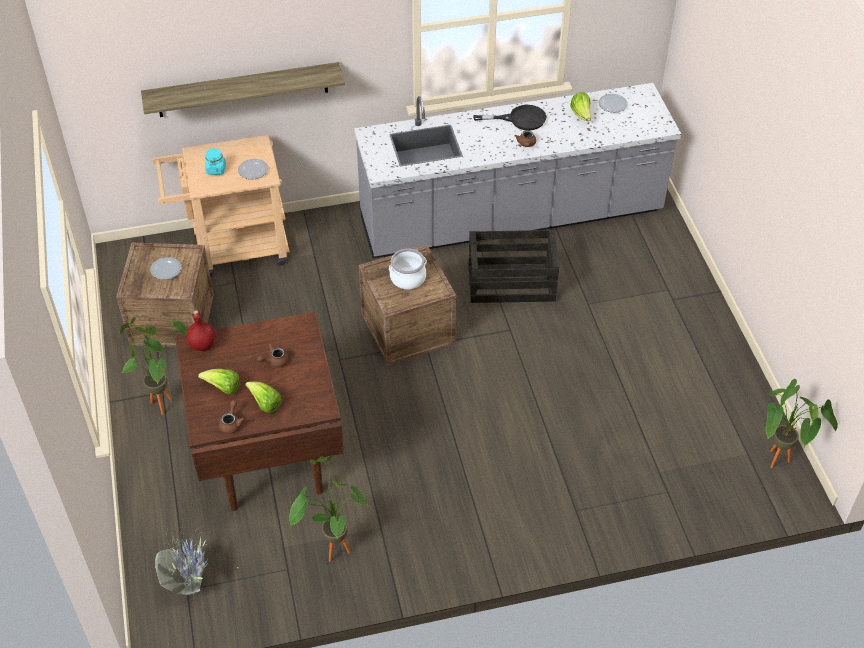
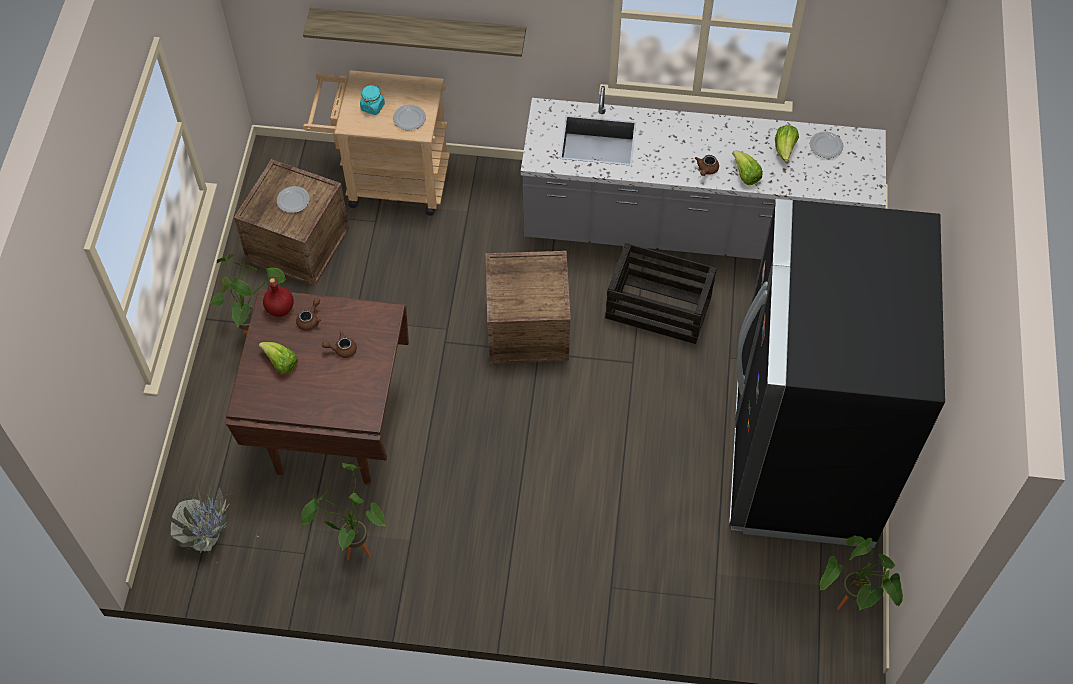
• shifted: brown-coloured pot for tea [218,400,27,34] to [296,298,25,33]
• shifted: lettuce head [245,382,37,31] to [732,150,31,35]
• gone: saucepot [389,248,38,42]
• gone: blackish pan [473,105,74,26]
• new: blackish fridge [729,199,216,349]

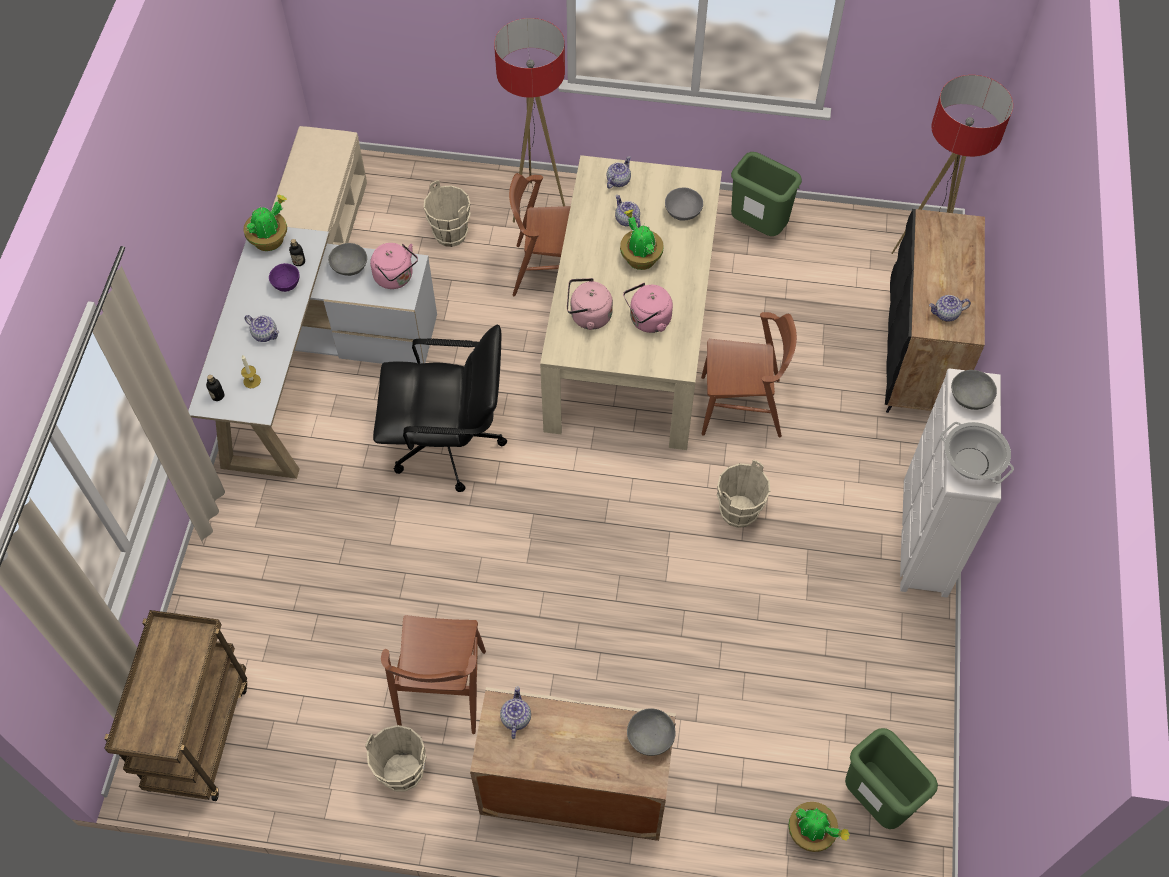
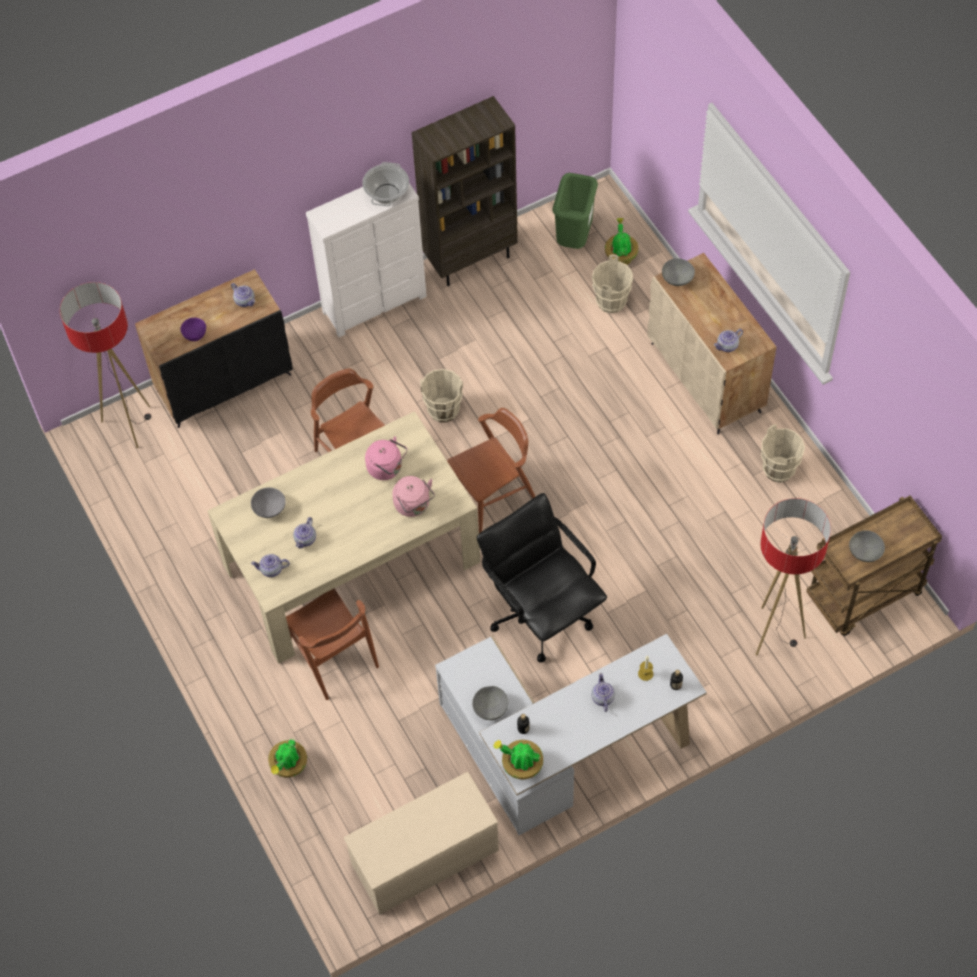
• shifted: purplish deep dish [269,263,30,29] to [181,318,25,23]
• gone: pink-coloured tea kettle [370,243,48,46]
• shifted: brown-coloured plain chair [381,615,105,119] to [447,408,88,125]
• shifted: beige-coloured pail [424,180,47,67] to [592,255,41,58]
• shifted: standard lamp [494,18,71,205] to [756,498,75,157]
• shifted: plant in a pot [620,209,44,61] to [268,739,39,38]
• gone: green-coloured trash can [731,152,71,84]
• shifted: grey deep dish [951,370,46,40] to [849,530,36,32]
• new: brown-coloured bookcase [412,96,106,190]

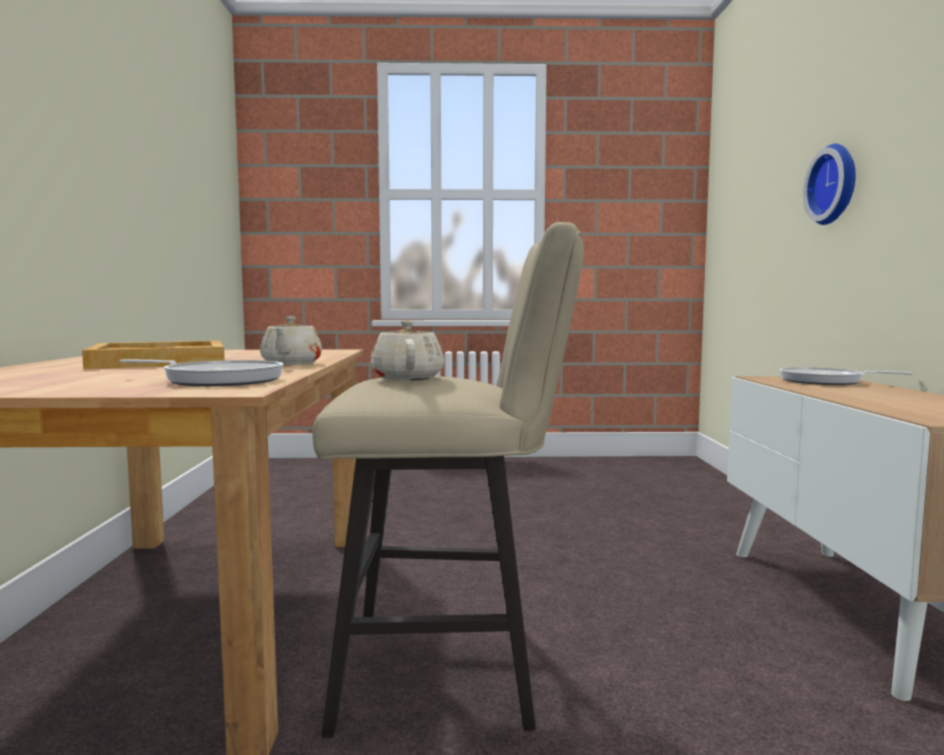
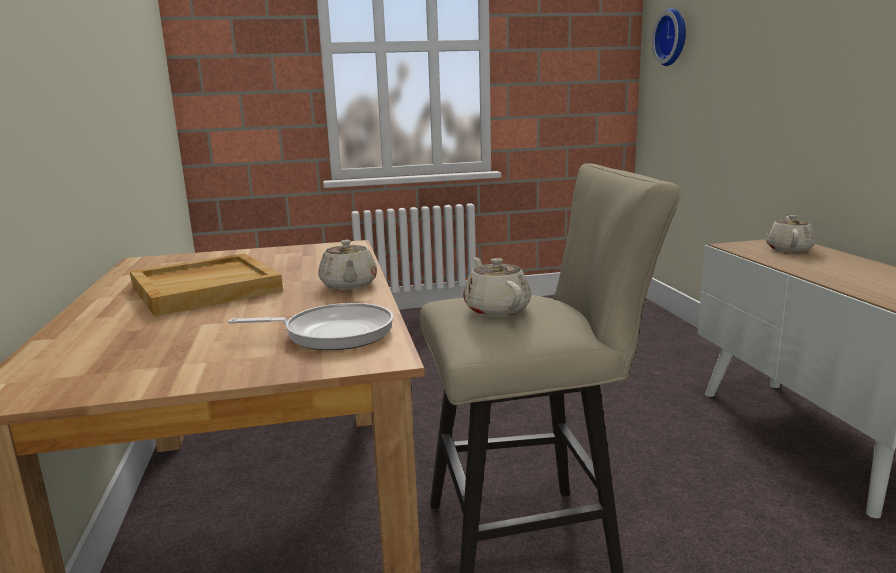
• swapped: pan [780,367,134,18] to beige-coloured pot for tea [766,215,50,38]
• shifted: wall clock [803,144,53,81] to [652,8,34,58]

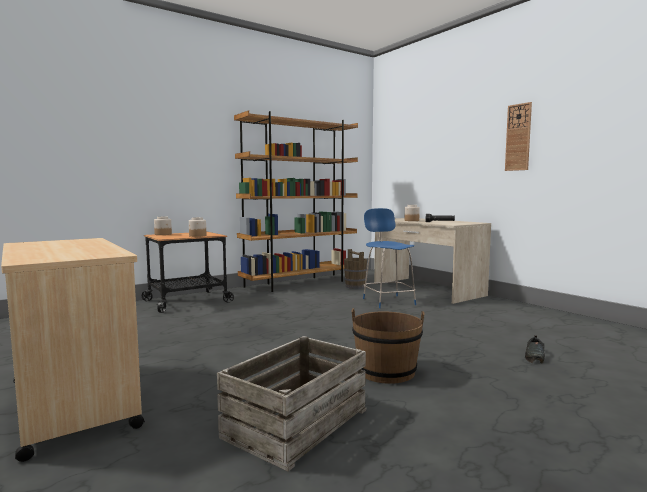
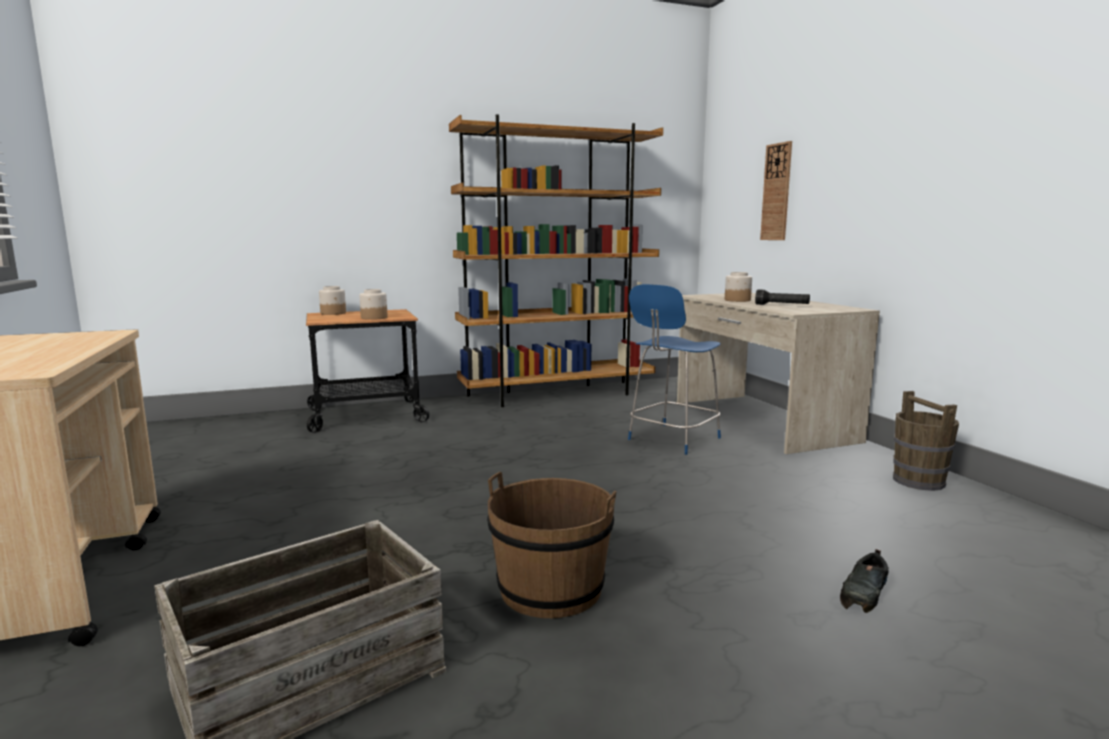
• shifted: brown-coloured pail [344,249,23,40] to [893,391,66,100]
• rotated: blue plain chair [363,208,53,100] = [628,284,93,171] 135 degrees counterclockwise
• shifted: wall clock [505,102,27,69] to [760,141,32,99]

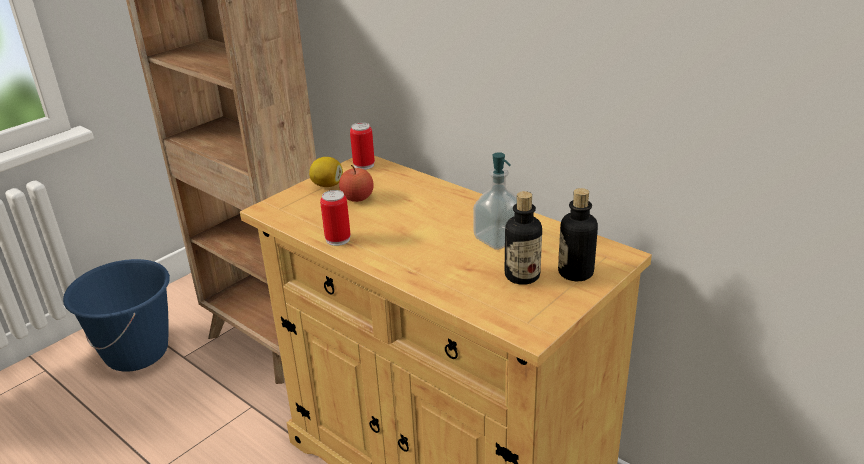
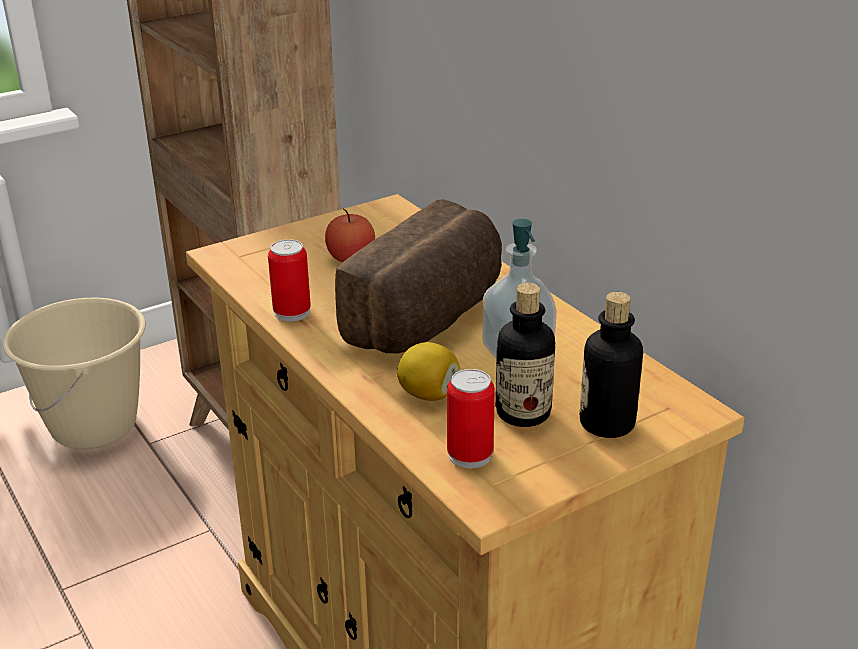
• repainted: blue pail [63,259,107,113] to beige-coloured pail [3,298,143,151]
• shifted: whole lemon [309,157,34,30] to [397,342,63,59]
• shifted: metal can [350,122,25,48] to [447,369,48,99]
• new: baked bread [335,199,167,155]

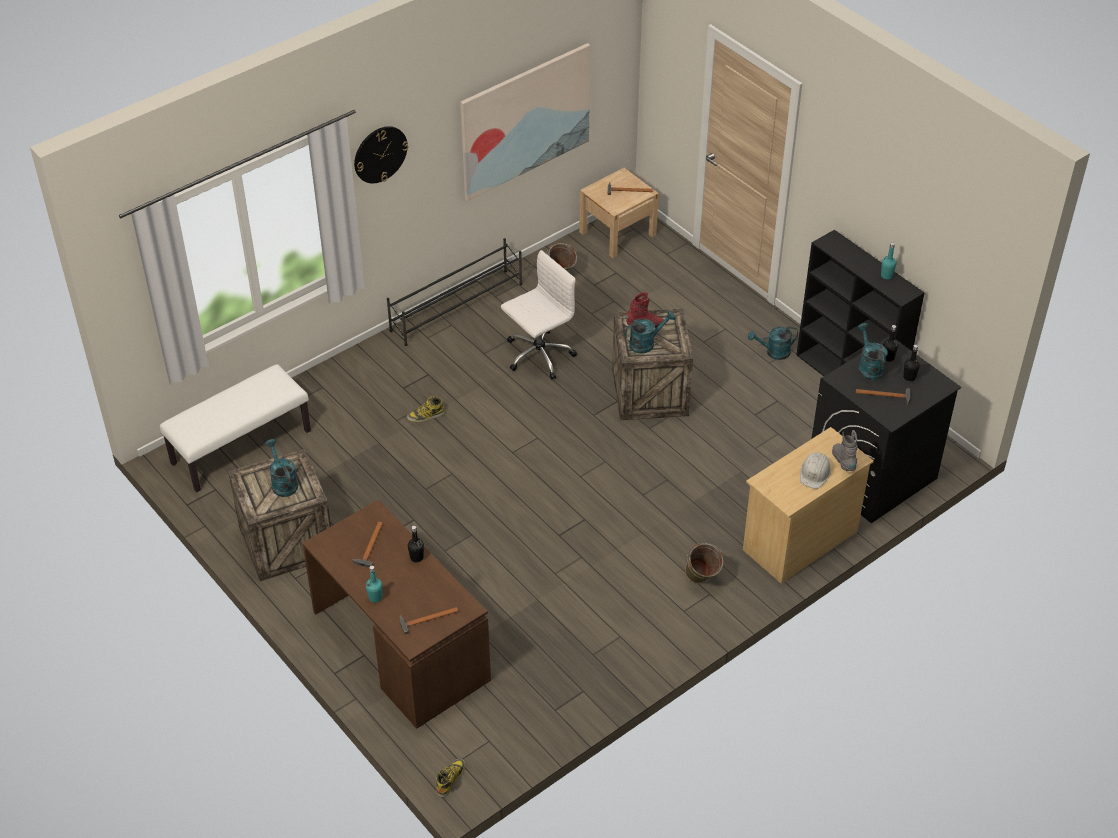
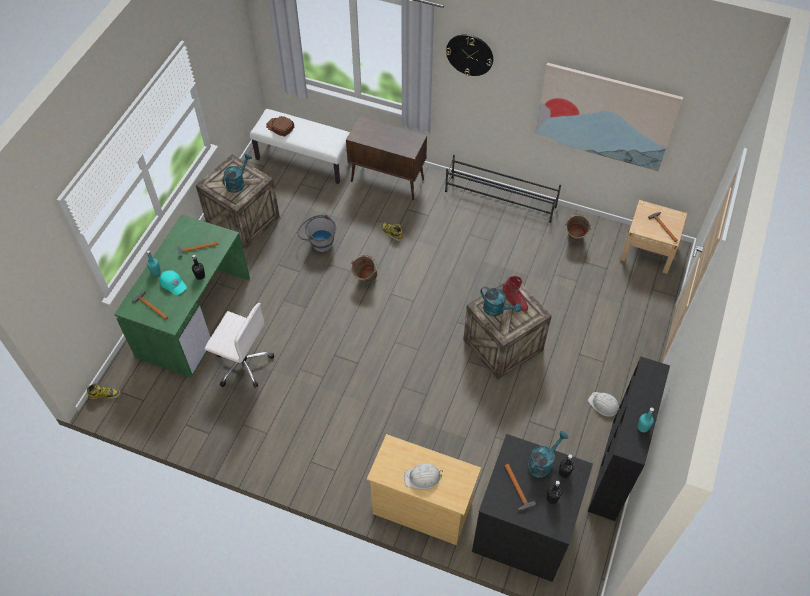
• repainted: brown-coloured desk table [302,500,189,229] to green-coloured desk table [114,215,136,163]
• shifted: white desk chair [501,250,76,130] to [204,303,70,85]
• shifted: green-coloured pail [685,543,38,40] to [351,255,26,28]
• swapped: turquoise-coloured watering can [748,326,50,34] to white work helmet [588,392,31,25]
• gone: grey high-top boot [832,430,26,41]
• new: turquoise-coloured baseball cap [159,270,28,25]
• new: brown-coloured baseball cap [266,116,28,21]
• new: grey pail [298,215,38,37]
• new: brown-coloured storage cabinet [346,117,81,83]

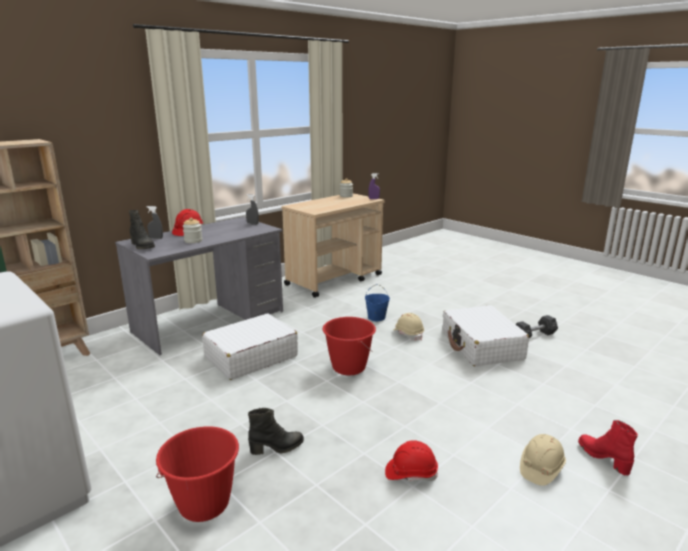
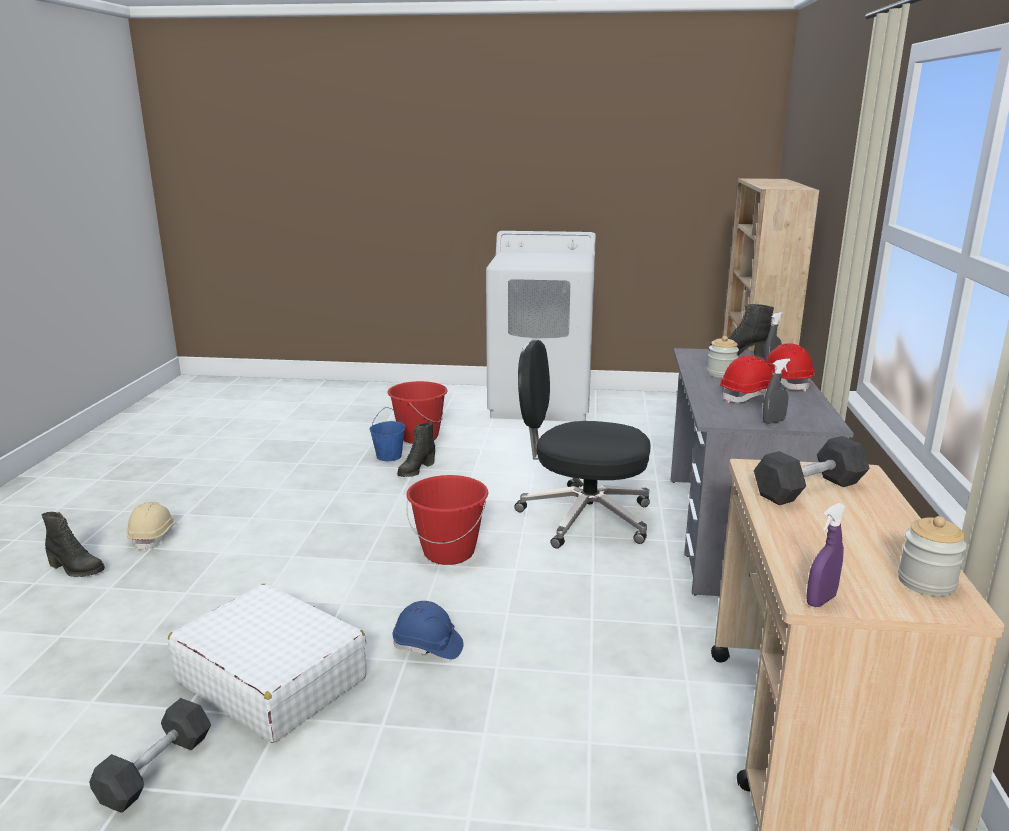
• swapped: white travel case [202,313,96,67] to blackish desk chair [514,340,137,209]
• shifted: blue pail [365,284,25,37] to [370,407,35,54]
• shifted: reddish work helmet [385,440,53,41] to [720,355,53,48]
• repainted: beige-coloured work helmet [393,313,31,27] to blue work helmet [393,601,71,58]
• repainted: reddish high-top boot [578,420,60,55] to blackish high-top boot [42,512,63,65]
• new: blackish free weight [754,436,116,69]

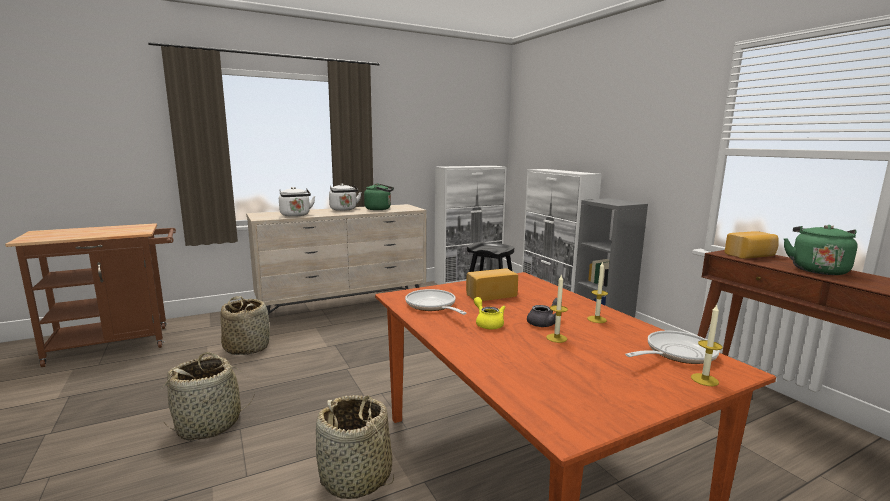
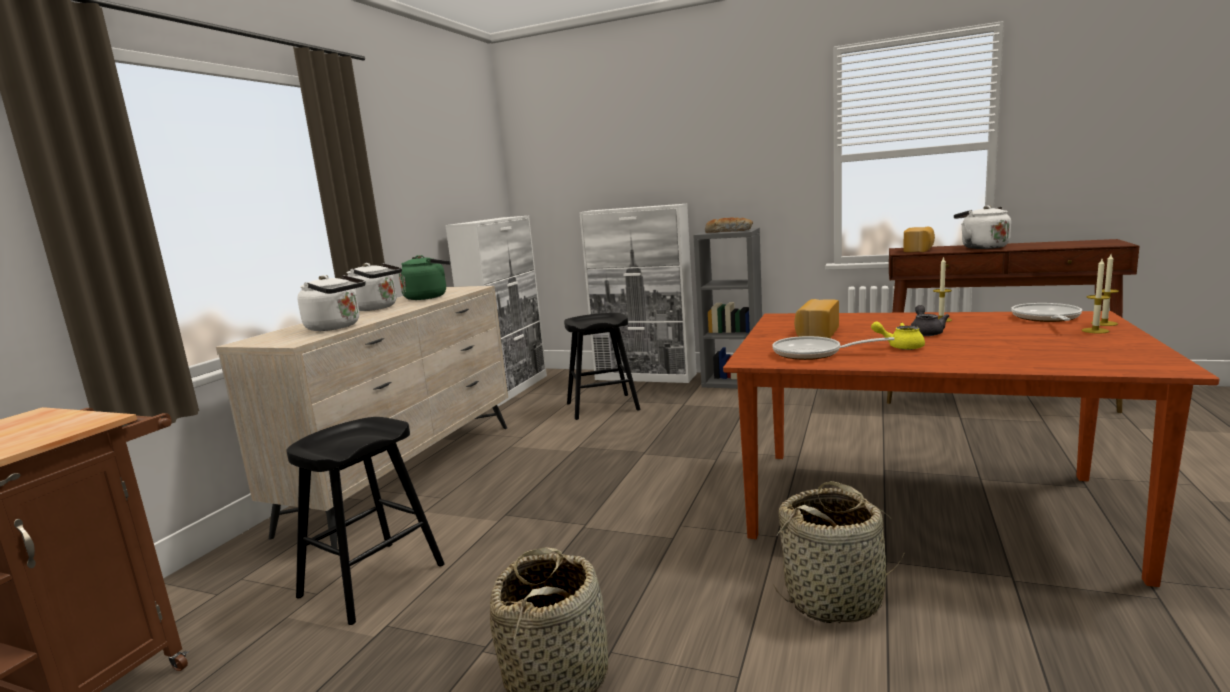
• swapped: storage basket [220,296,50,59] to blackish stool [286,417,159,208]
• shifted: wax candle [546,275,22,68] to [1082,259,29,75]
• repainted: green-coloured tea kettle [783,225,75,50] to white tea kettle [954,205,57,44]
• new: baked bread [705,217,48,16]

